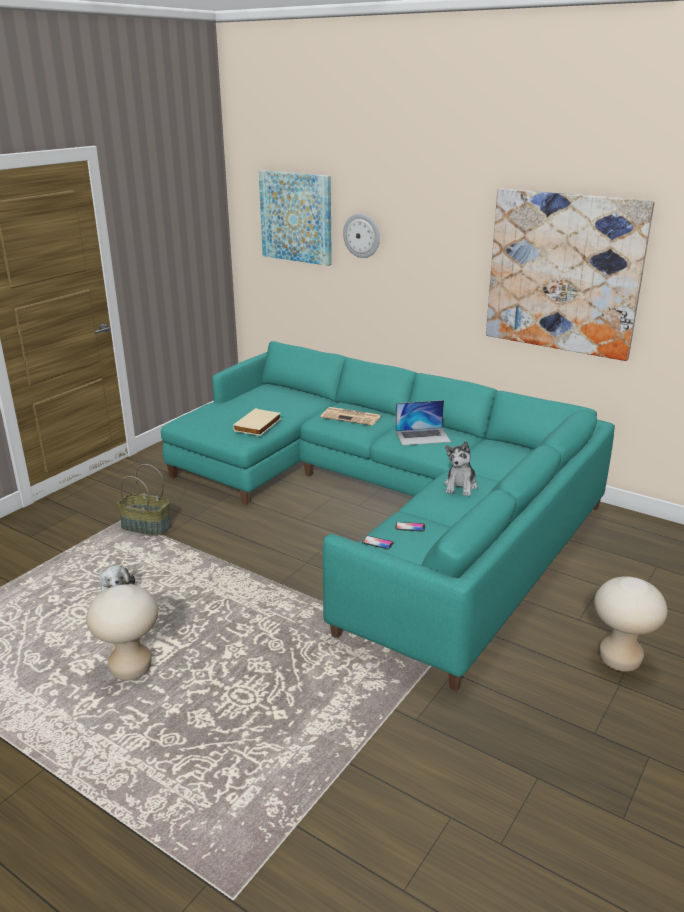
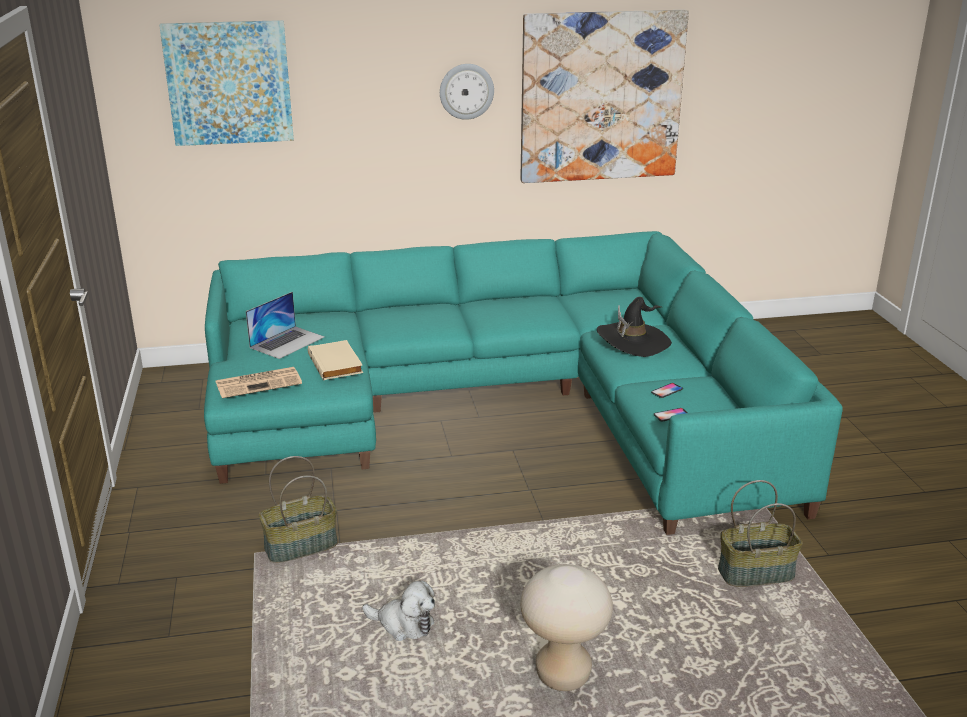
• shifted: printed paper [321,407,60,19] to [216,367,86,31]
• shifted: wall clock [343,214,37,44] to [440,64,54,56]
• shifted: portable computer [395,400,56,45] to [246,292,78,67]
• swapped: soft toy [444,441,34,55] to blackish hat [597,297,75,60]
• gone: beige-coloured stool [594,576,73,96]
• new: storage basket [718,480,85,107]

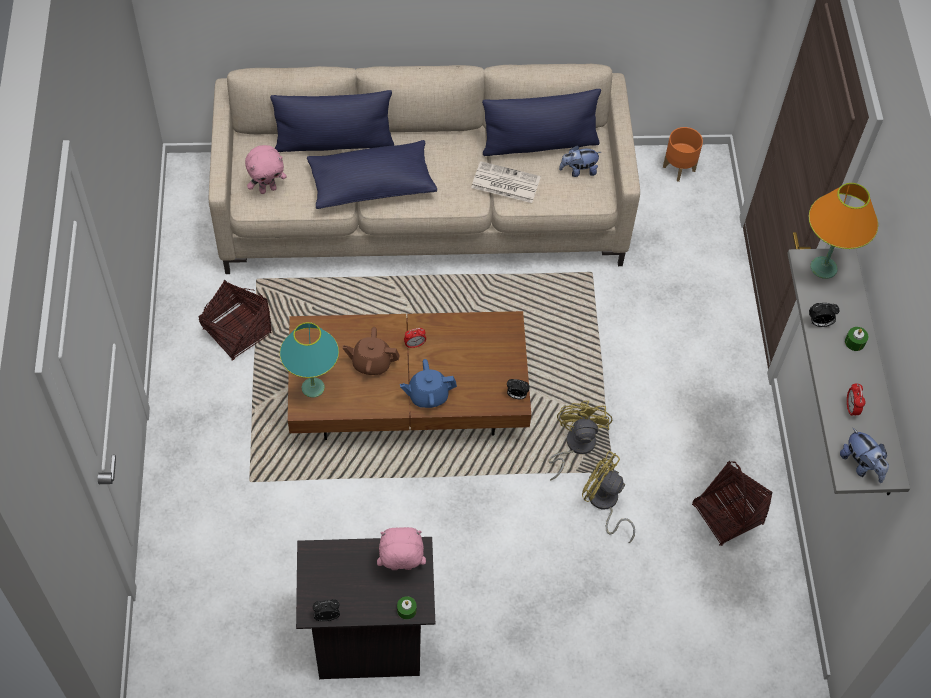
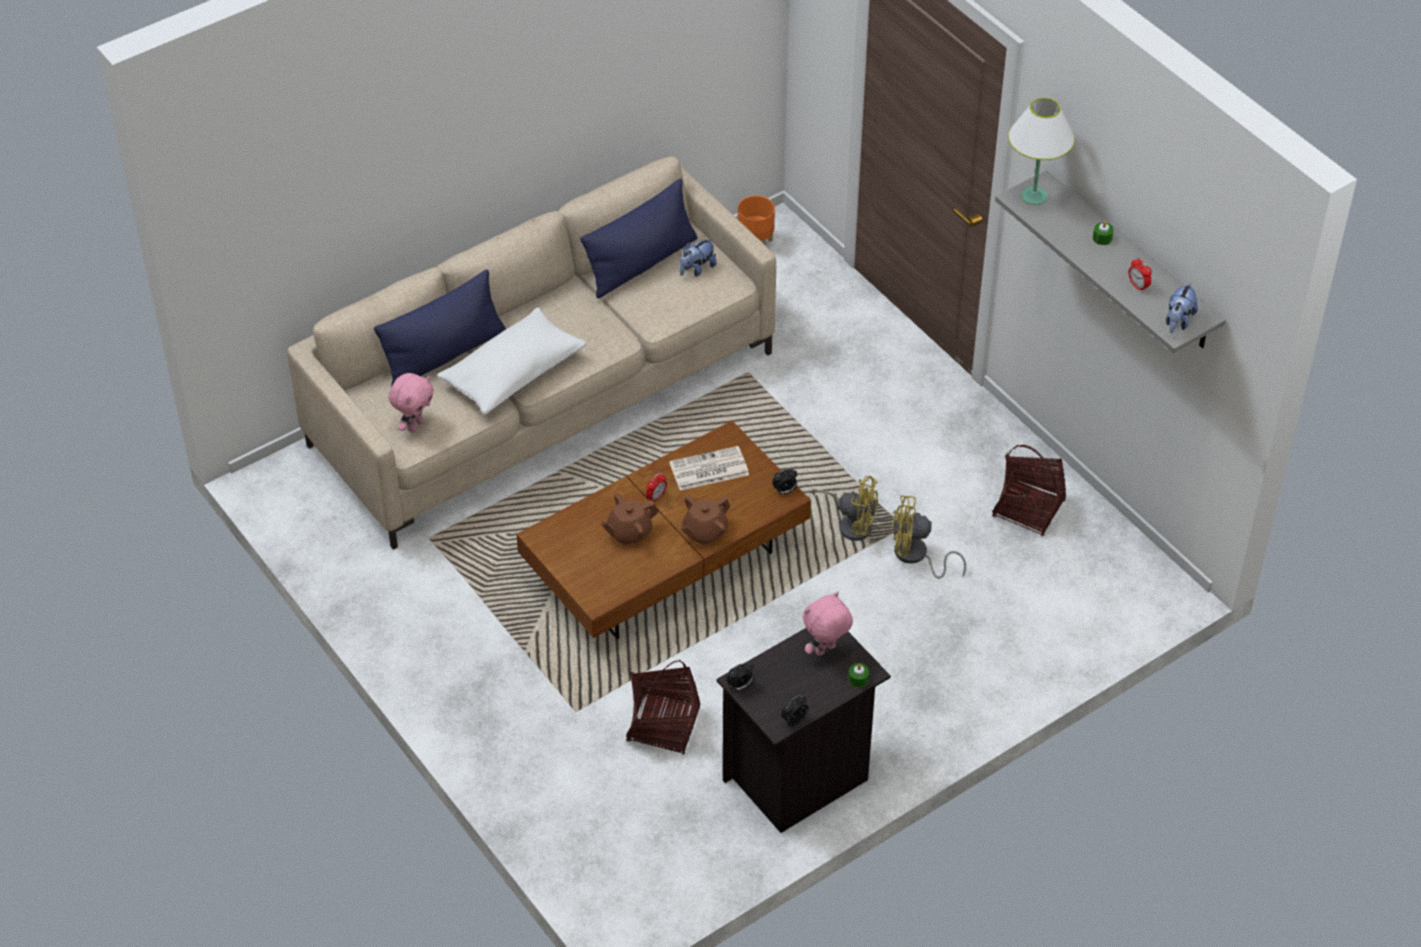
• shifted: storage basket [198,280,74,81] to [626,660,75,95]
• gone: turquoise-coloured table lamp [280,322,59,76]
• repainted: blue pillow [307,140,130,69] to white pillow [437,307,150,108]
• repainted: blue pot for tea [400,359,57,49] to brown-coloured pot for tea [681,495,49,51]
• shifted: printed paper [471,161,70,42] to [669,446,80,45]
• rotated: yellow-coloured fan [548,401,64,80] = [812,476,66,65] 135 degrees clockwise
• repainted: orange table lamp [809,183,69,96] to white table lamp [1008,98,67,107]
• shifted: table clock [809,303,31,24] to [726,662,28,29]
• rotated: soft toy [840,427,49,56] = [1166,282,32,51] 90 degrees clockwise

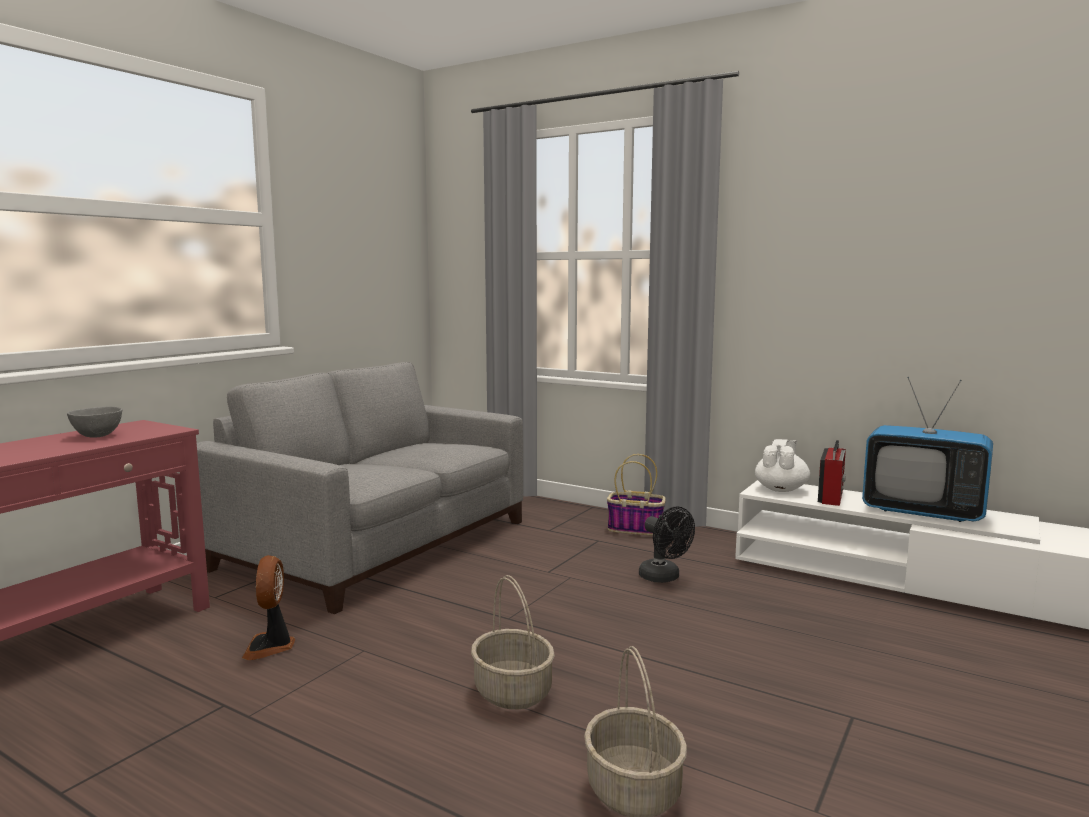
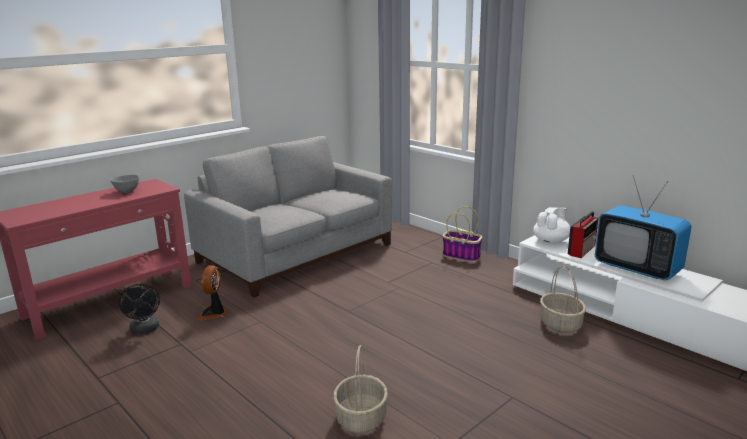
• shifted: storage basket [471,575,84,134] to [540,266,46,67]
• shifted: blackish fan [639,507,56,76] to [119,284,41,50]

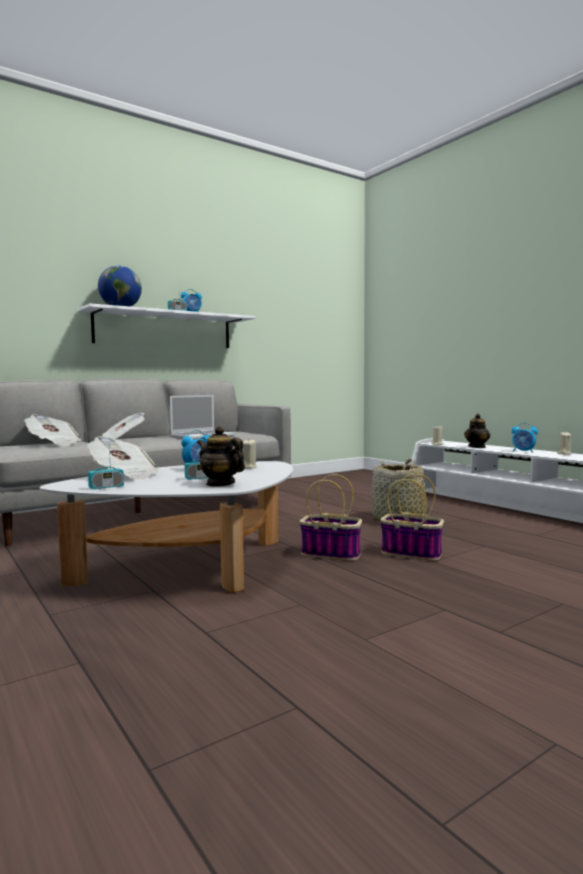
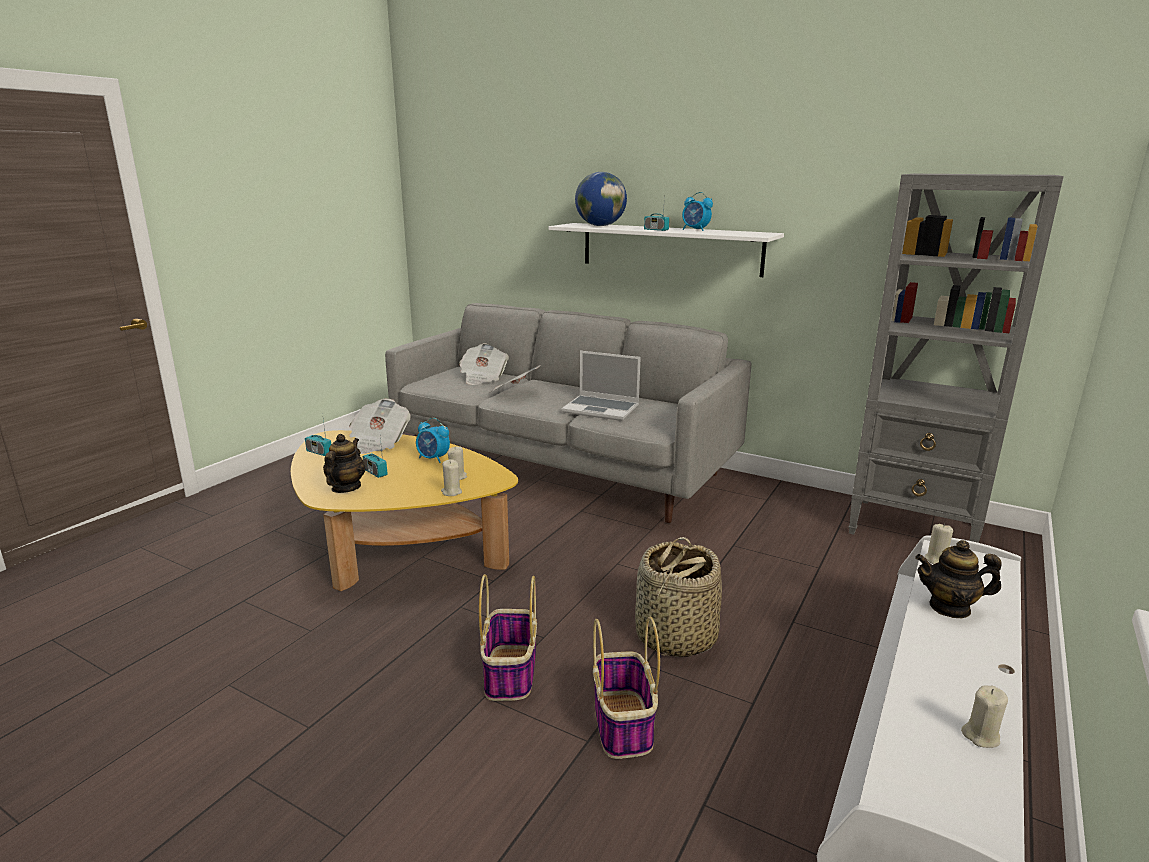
• repainted: white lounge table [40,461,253,132] to yellow-coloured lounge table [291,430,227,161]
• shifted: storage basket [300,474,62,87] to [593,617,67,142]
• gone: table clock [512,423,26,30]
• new: beige-coloured wax candle [441,459,21,37]
• new: grey bookcase [848,174,216,369]

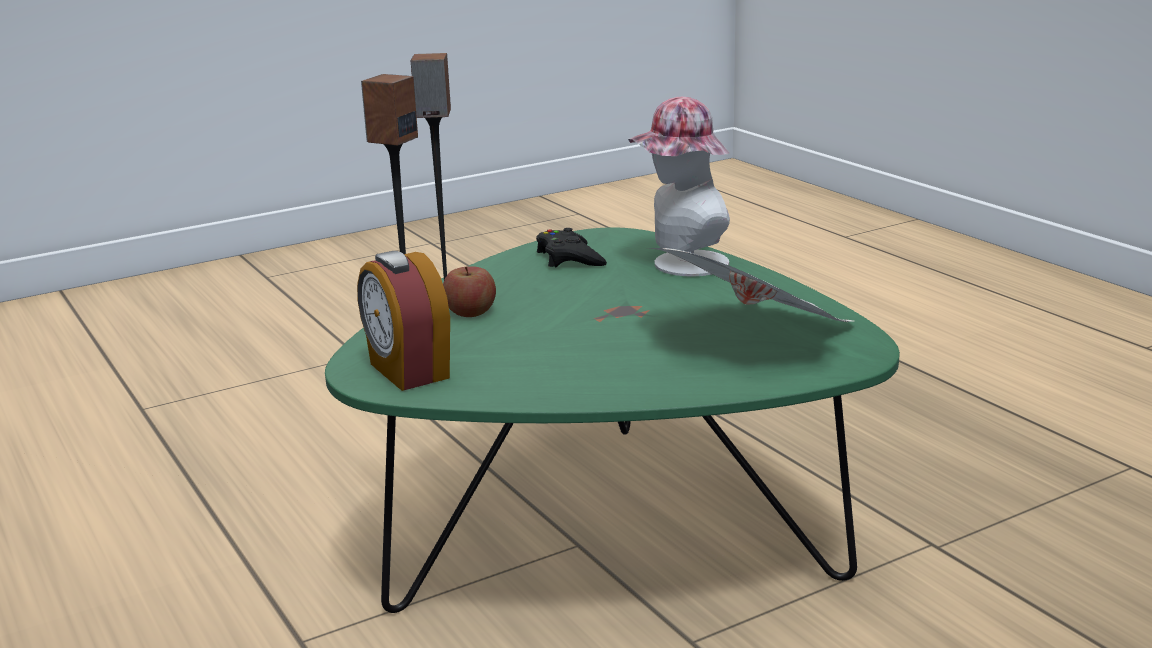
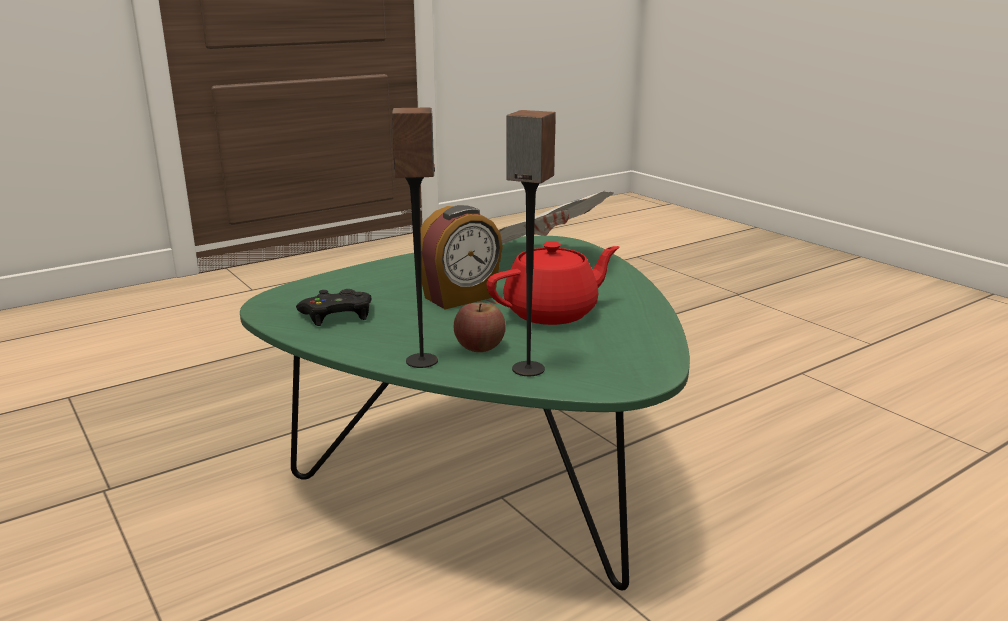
• shifted: table clock [357,251,93,140] to [421,205,82,104]
• gone: hat [628,97,102,179]
• new: reddish pot for tea [487,241,133,84]

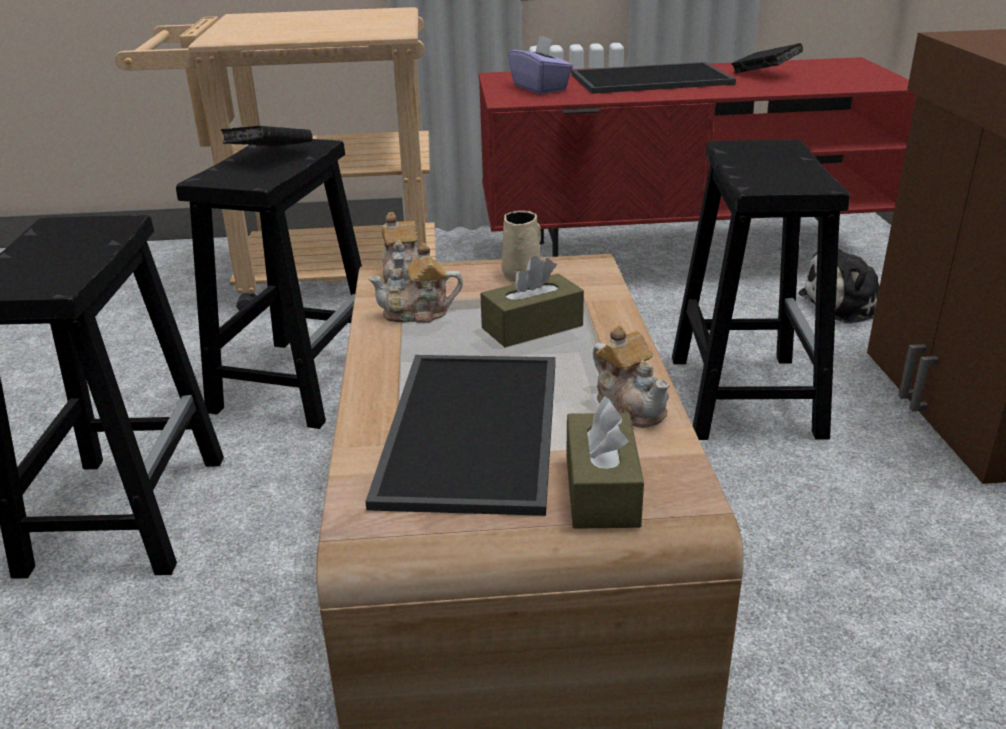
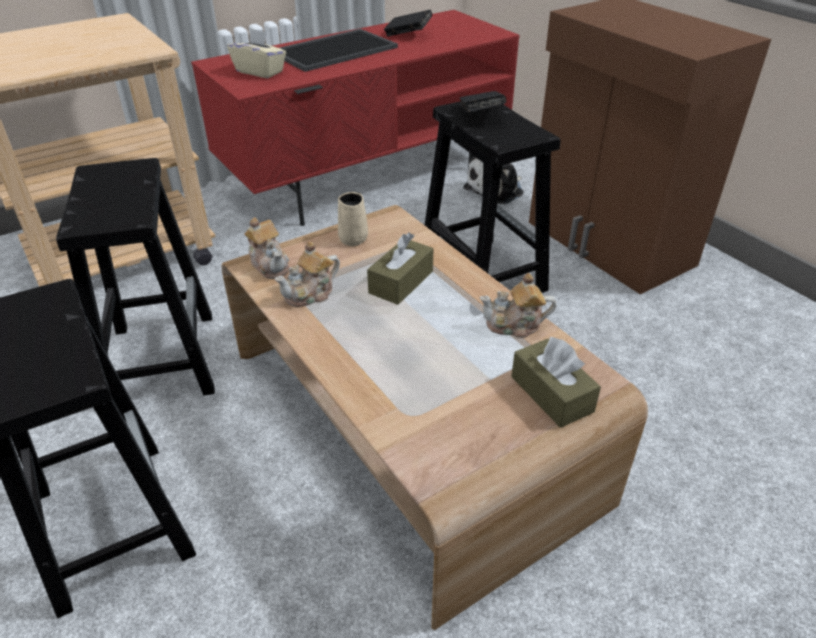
• shifted: blackish book [221,126,92,20] to [460,91,46,22]
• gone: carrying tray [365,355,191,161]
• repainted: purplish tissue box [508,35,65,59] to beige-coloured tissue box [227,28,59,50]
• rotated: pot for tea [593,325,77,103] = [479,273,77,65] 150 degrees clockwise

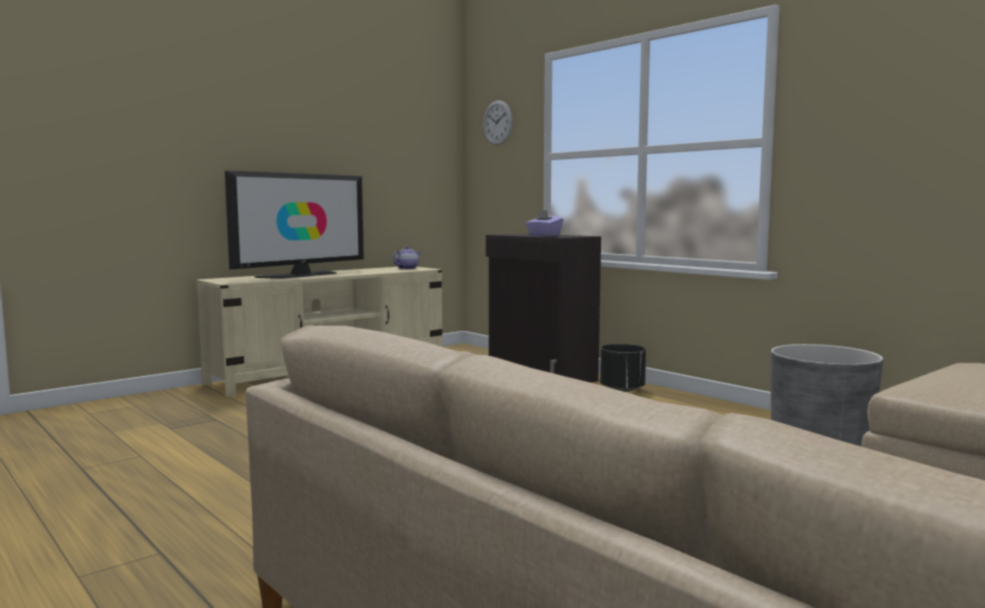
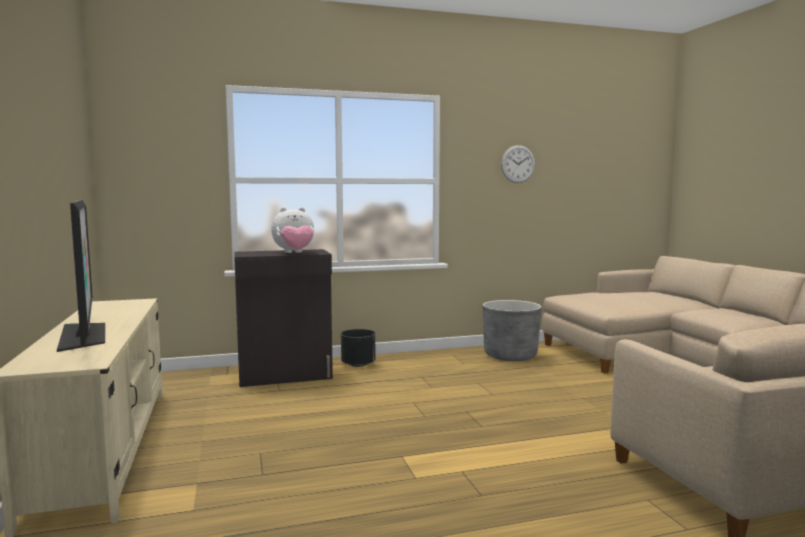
• gone: pot for tea [392,246,29,23]
• shifted: wall clock [483,100,30,45] to [501,145,34,38]
• swapped: purplish tissue box [526,210,37,26] to soft toy [271,207,43,46]

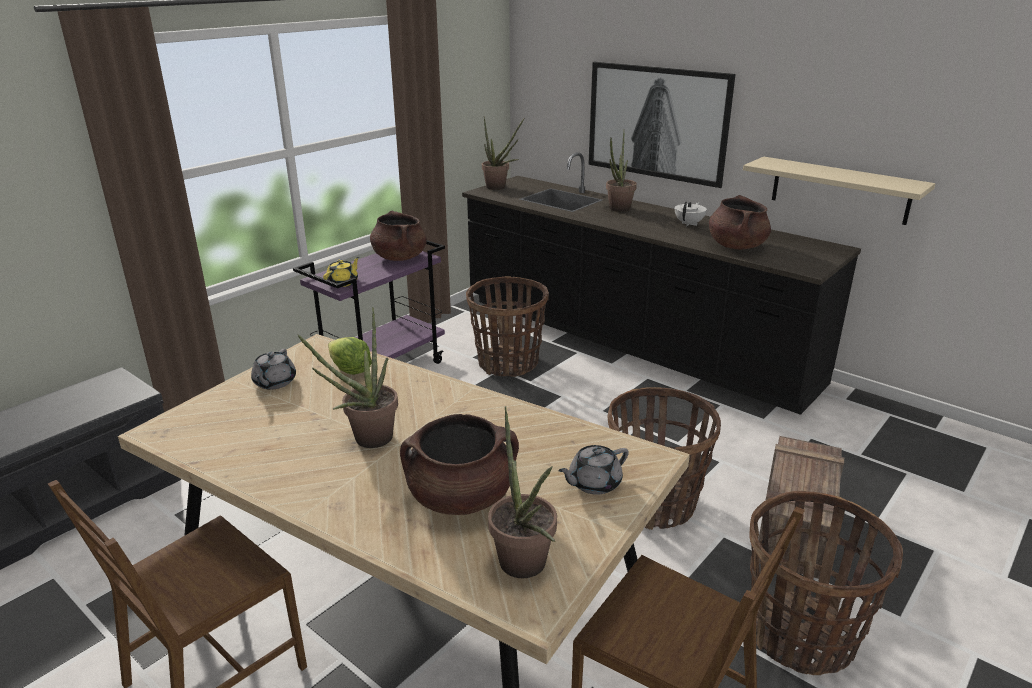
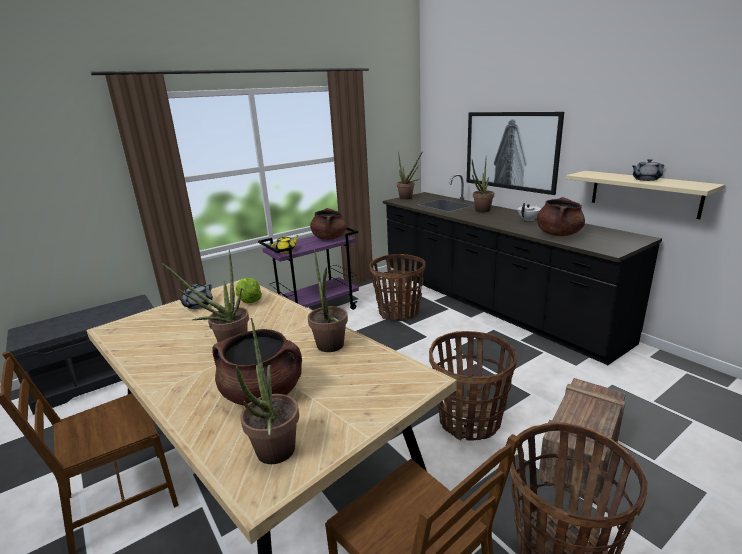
• shifted: grey pot for tea [558,445,71,50] to [632,159,32,22]
• new: plant in a pot [308,248,40,104]

